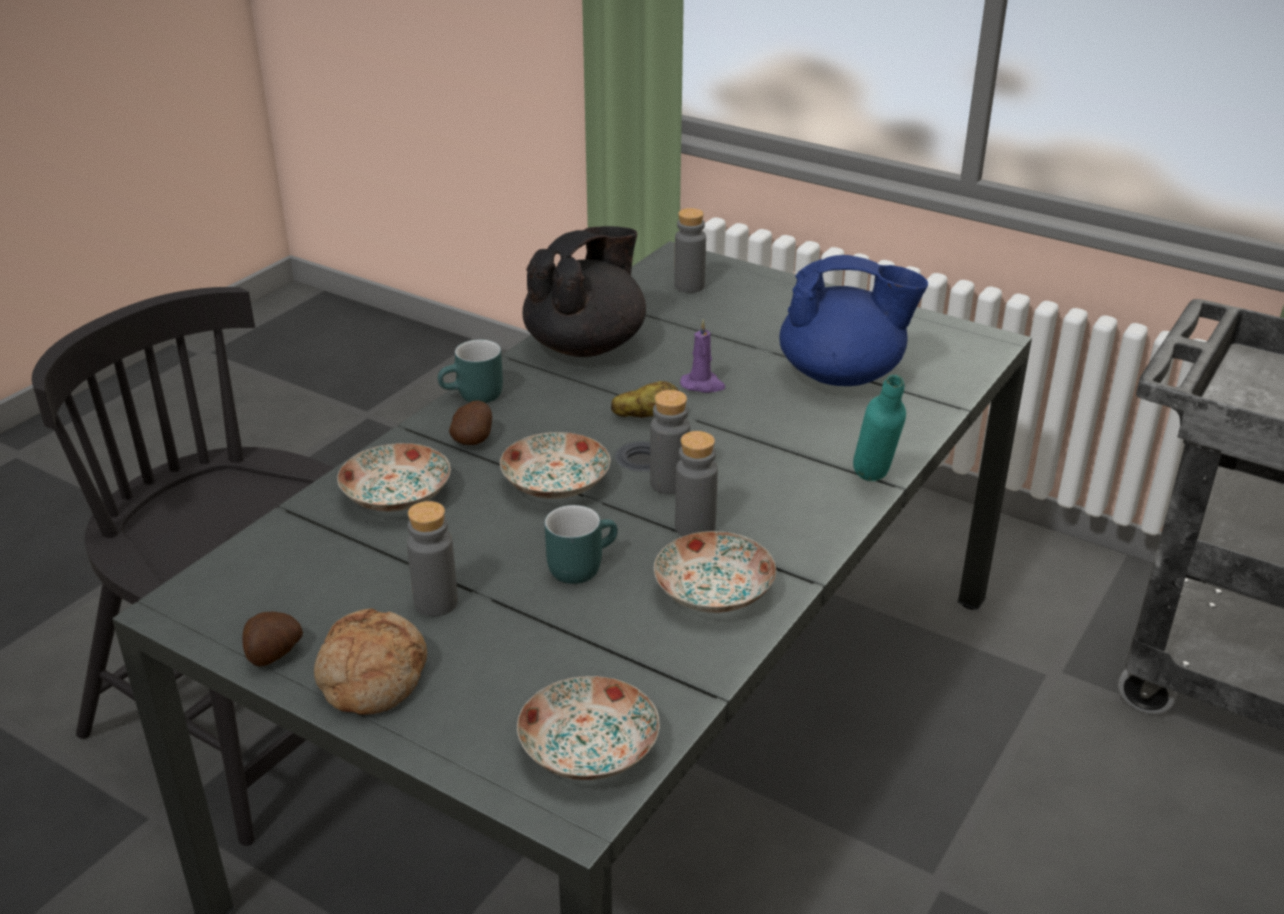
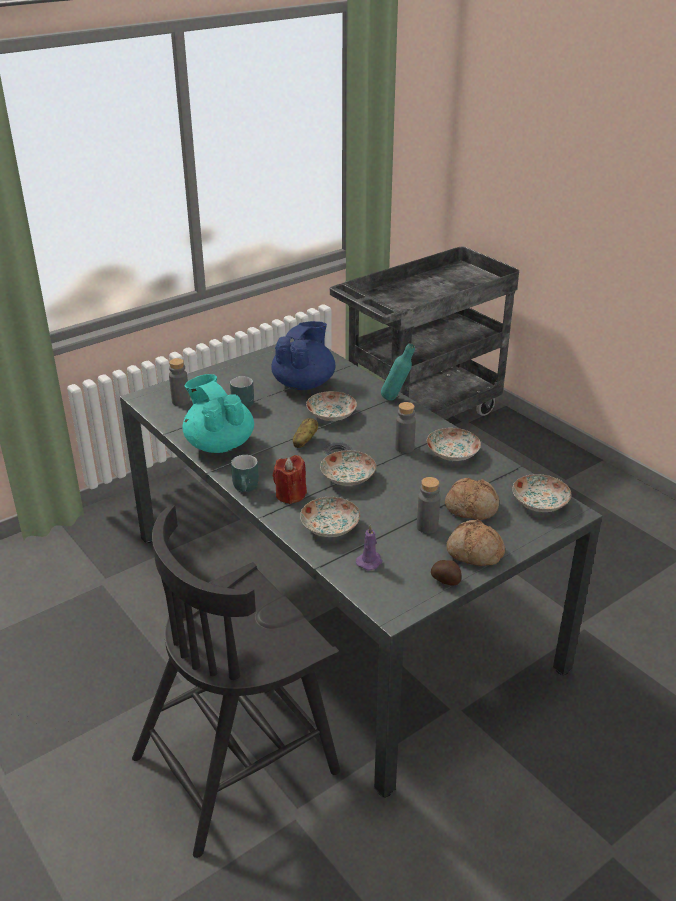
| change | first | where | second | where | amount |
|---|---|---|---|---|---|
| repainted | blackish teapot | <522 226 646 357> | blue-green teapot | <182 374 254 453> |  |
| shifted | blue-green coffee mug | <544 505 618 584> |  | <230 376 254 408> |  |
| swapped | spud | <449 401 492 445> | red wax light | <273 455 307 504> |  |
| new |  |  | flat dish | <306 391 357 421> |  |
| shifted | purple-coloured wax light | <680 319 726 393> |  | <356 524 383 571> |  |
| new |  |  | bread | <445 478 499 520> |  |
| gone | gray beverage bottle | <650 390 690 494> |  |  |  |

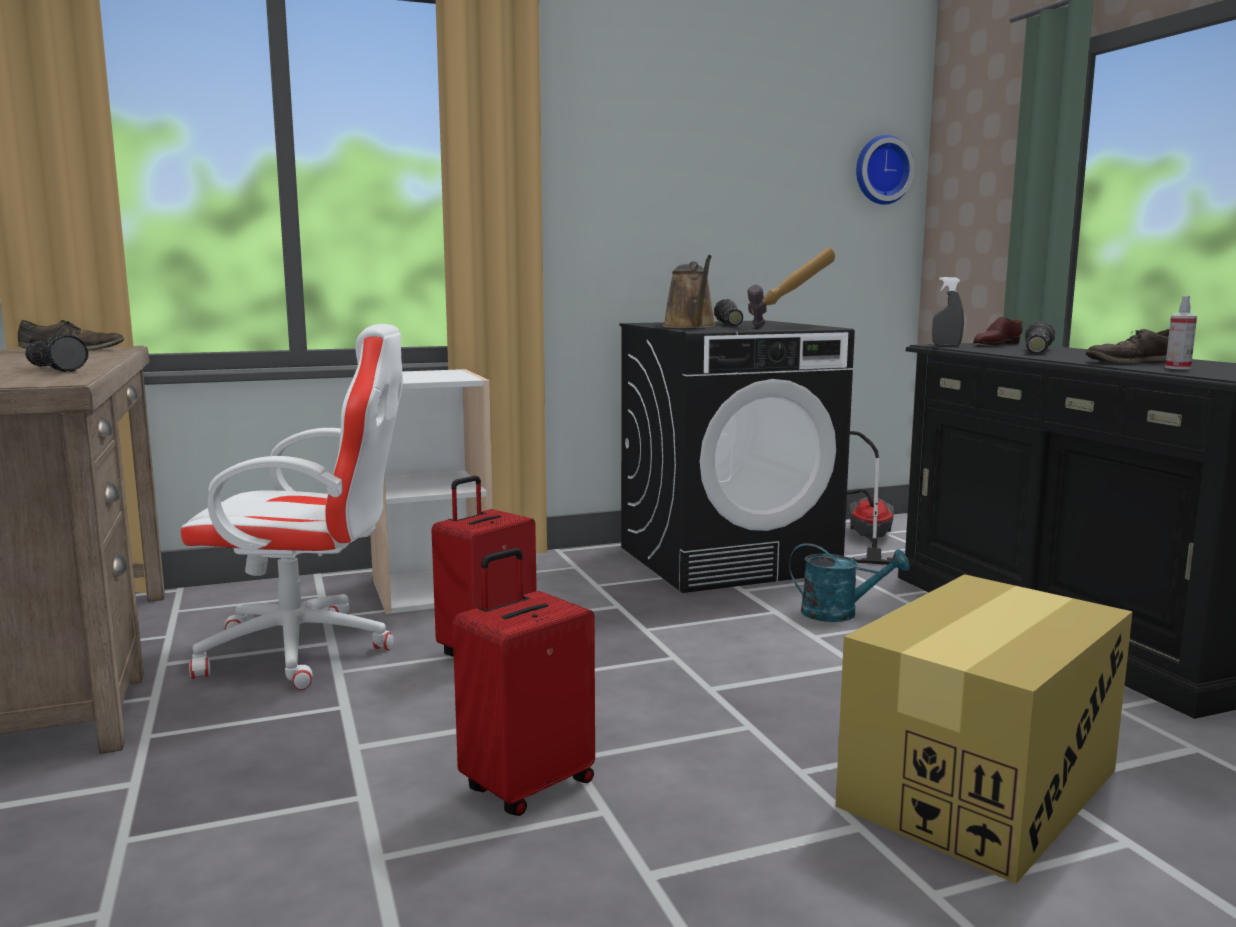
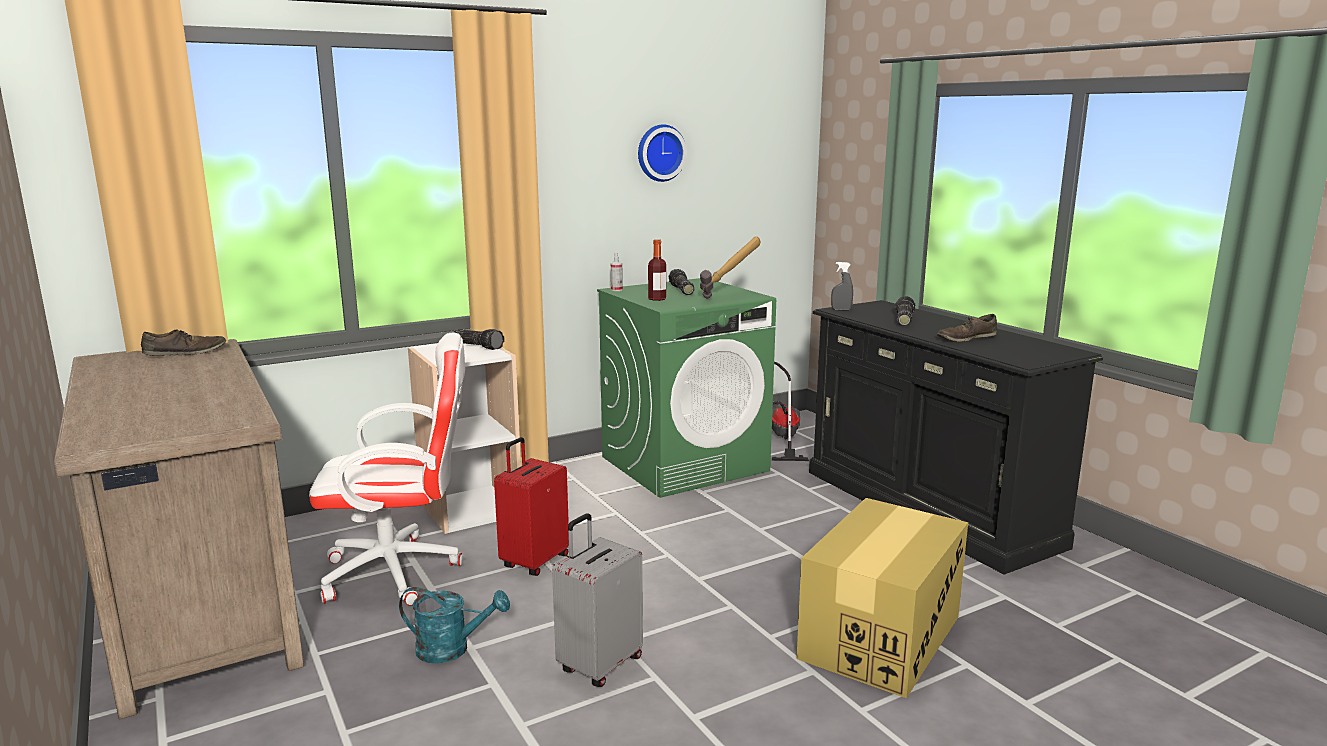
| change | first | where | second | where | amount |
|---|---|---|---|---|---|
| shifted | blue-green watering pot | <789 543 910 622> |  | <399 587 510 663> |  |
| shifted | hand torch | <25 334 89 372> |  | <453 329 505 350> |  |
| repainted | red travel case | <453 548 595 816> | gray travel case | <552 513 643 687> |  |
| repainted | blackish laundry appliance | <620 320 855 593> | greenish laundry appliance | <597 278 776 498> |  |
| shifted | spray bottle | <1165 296 1197 369> |  | <611 252 623 291> |  |
| shifted | wall clock | <856 135 914 205> |  | <638 124 687 182> |  |
| swapped | brown-coloured watering pot | <663 255 716 328> | beverage bottle | <648 239 666 301> |  |
| gone | brown-coloured shoe | <973 316 1023 345> |  |  |  |

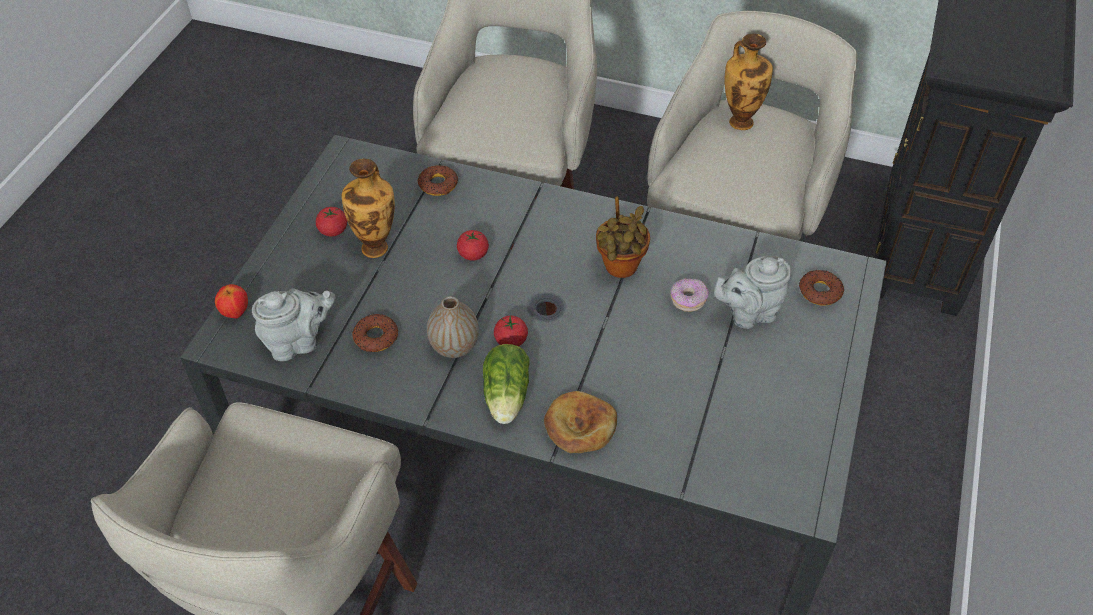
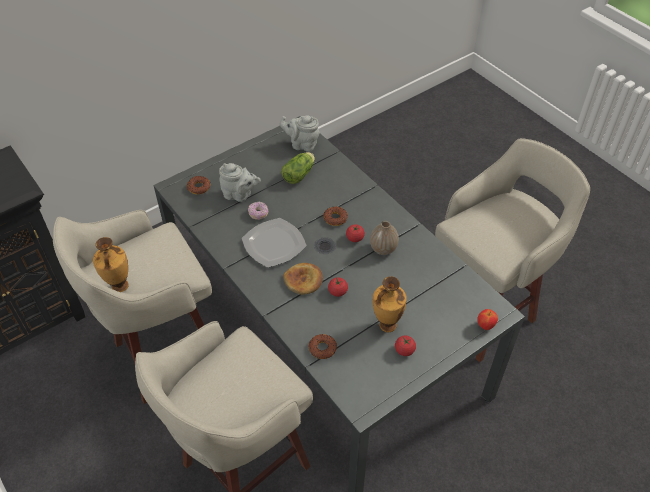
| change | first | where | second | where | amount |
|---|---|---|---|---|---|
| swapped | plant in a pot | <596 197 650 278> | flat dish | <242 218 307 268> |  |
| shifted | gray teapot | <252 288 335 361> |  | <280 115 320 152> |  |
| shifted | lettuce | <483 344 530 424> |  | <281 152 315 184> |  |
| shifted | bread | <544 391 617 453> |  | <283 263 323 295> |  |
| shifted | doughnut | <352 314 398 352> |  | <323 207 348 226> |  |

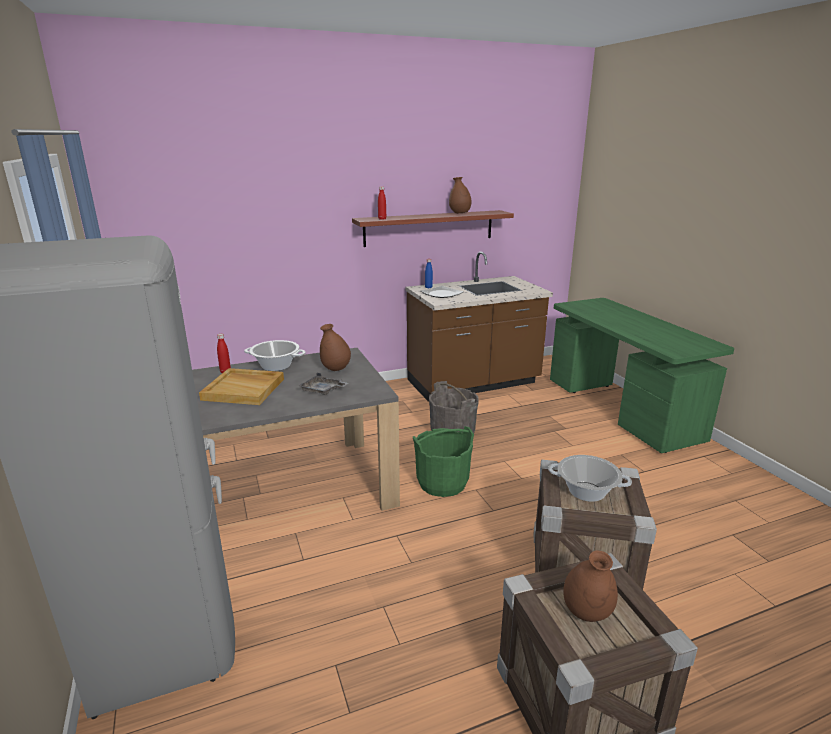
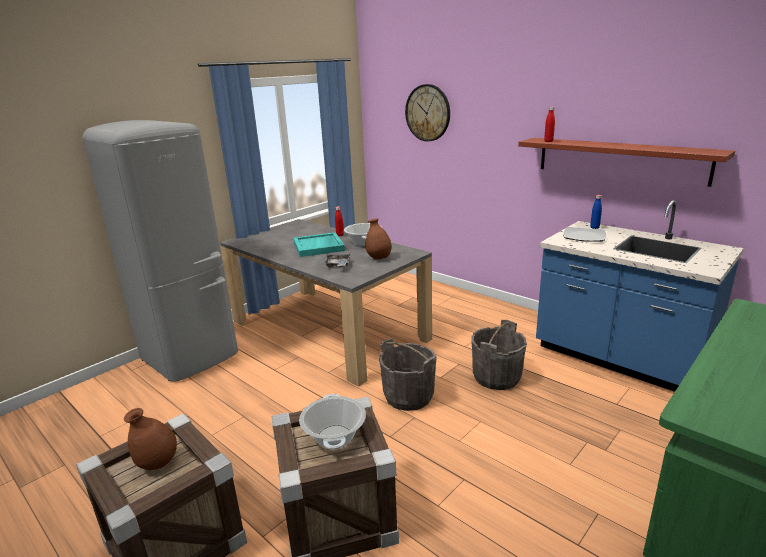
| change | first | where | second | where | amount |
|---|---|---|---|---|---|
| repainted | sand-coloured serving tray | <199 368 284 405> | blue-green serving tray | <293 232 345 257> |  |
| repainted | greenish pail | <413 426 474 497> | gray pail | <379 338 436 411> |  |
| new |  |  | wall clock | <405 84 450 142> |  |
| repainted | brown-coloured kitchen counter | <406 251 553 401> | blue kitchen counter | <536 200 744 392> |  |
| gone | brown-coloured flower vase | <449 177 472 214> |  |  |  |

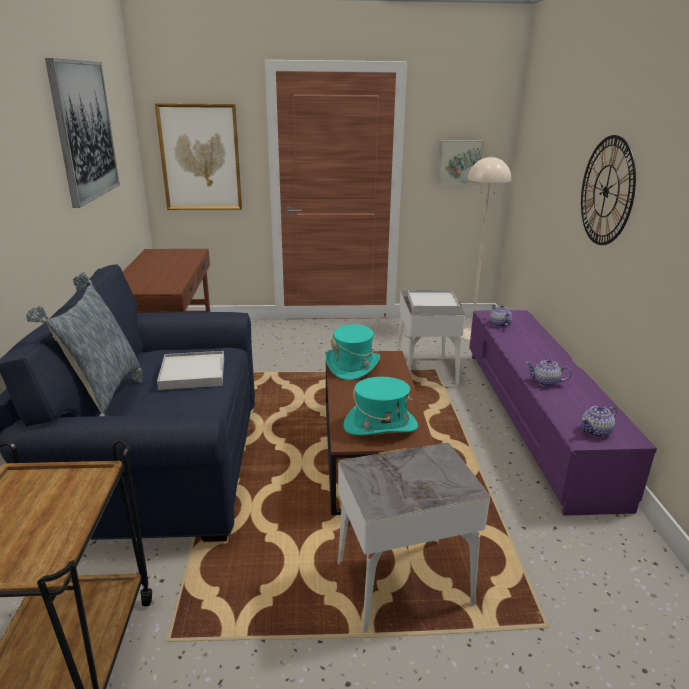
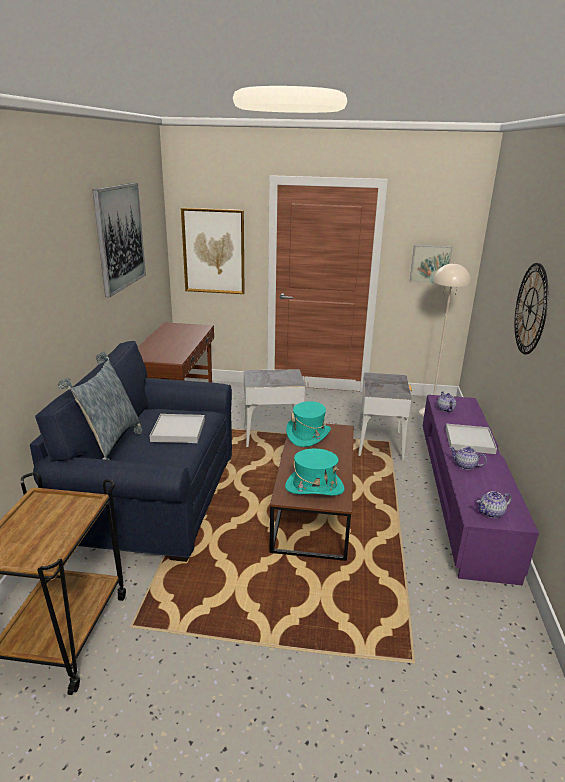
| change | first | where | second | where | amount |
|---|---|---|---|---|---|
| shifted | end table | <338 443 490 633> |  | <244 369 305 447> |  |
| shifted | whitish serving tray | <408 290 461 313> |  | <446 424 497 454> |  |

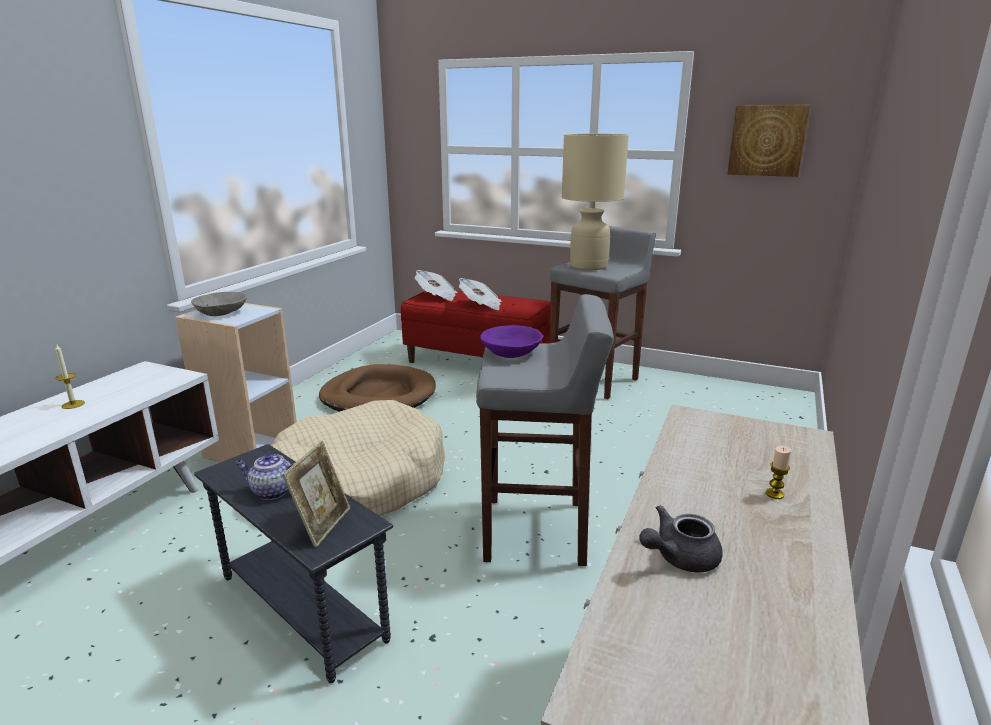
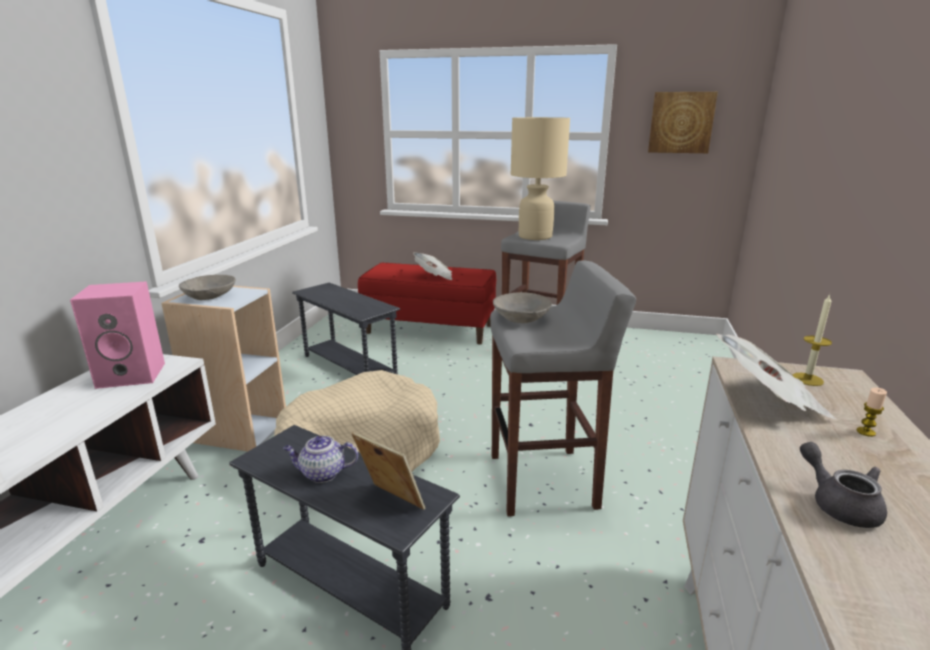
| change | first | where | second | where | amount |
|---|---|---|---|---|---|
| new |  |  | pink loudspeaker | <70 281 165 389> |  |
| swapped | brown-coloured pet bed | <319 364 436 412> | gray end table | <292 283 400 375> |  |
| rotated | standing frame | <282 441 350 548> |  | <351 432 425 510> | 60 degrees counterclockwise |
| repainted | purple-coloured bowl | <480 325 543 358> | gray bowl | <493 292 552 323> |  |
| shifted | daily paper | <415 270 457 301> |  | <716 334 836 419> |  |
| shifted | wax light | <55 345 85 409> |  | <793 294 832 386> |  |
| rotated | gray teapot | <639 505 723 573> |  | <800 442 887 528> | 105 degrees clockwise |

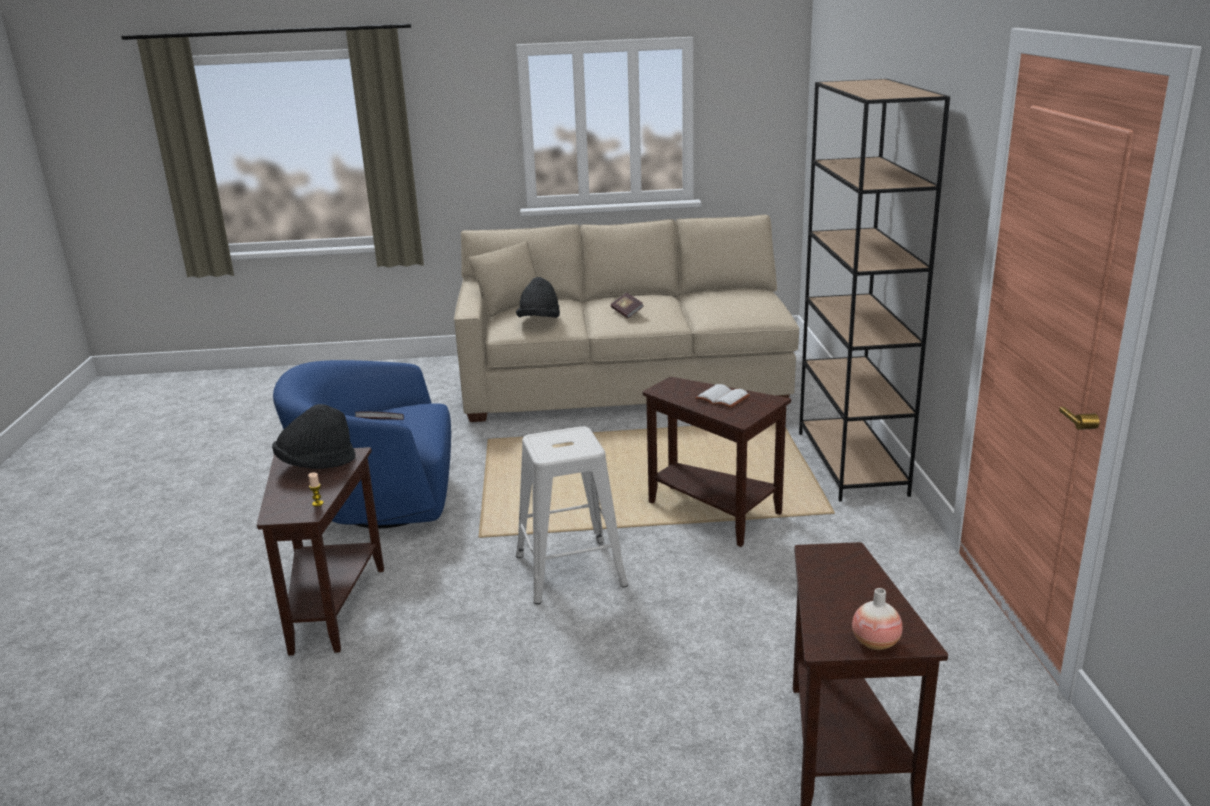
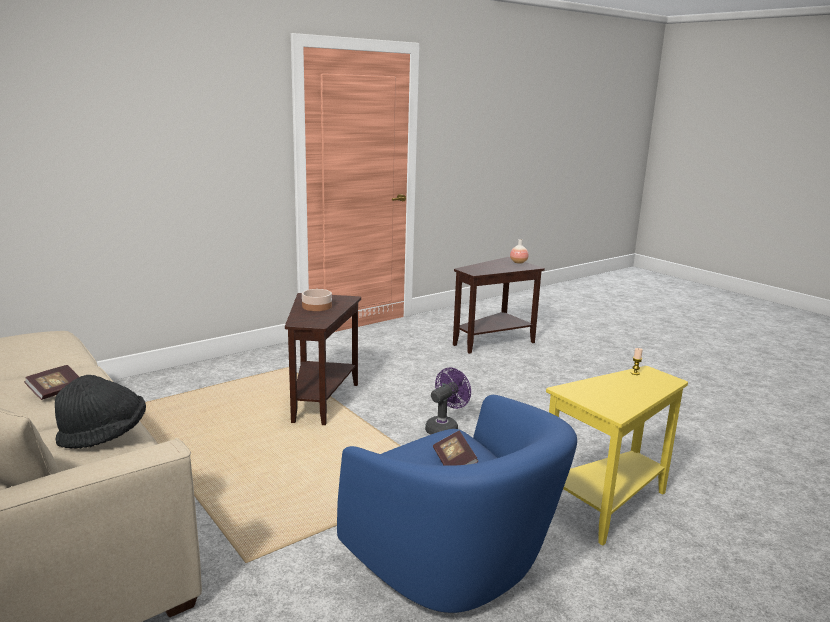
| change | first | where | second | where | amount |
|---|---|---|---|---|---|
| swapped | whitish volume | <695 384 750 408> | bowl | <302 289 332 311> |  |
| swapped | whitish stool seat | <516 426 628 604> | purple-coloured fan | <425 368 471 435> |  |
| repainted | brown-coloured end table | <257 447 384 656> | yellowish end table | <546 366 688 546> |  |
| gone | blackish hat | <272 404 356 469> |  |  |  |
| gone | sand-coloured bookshelf | <799 79 950 502> |  |  |  |

